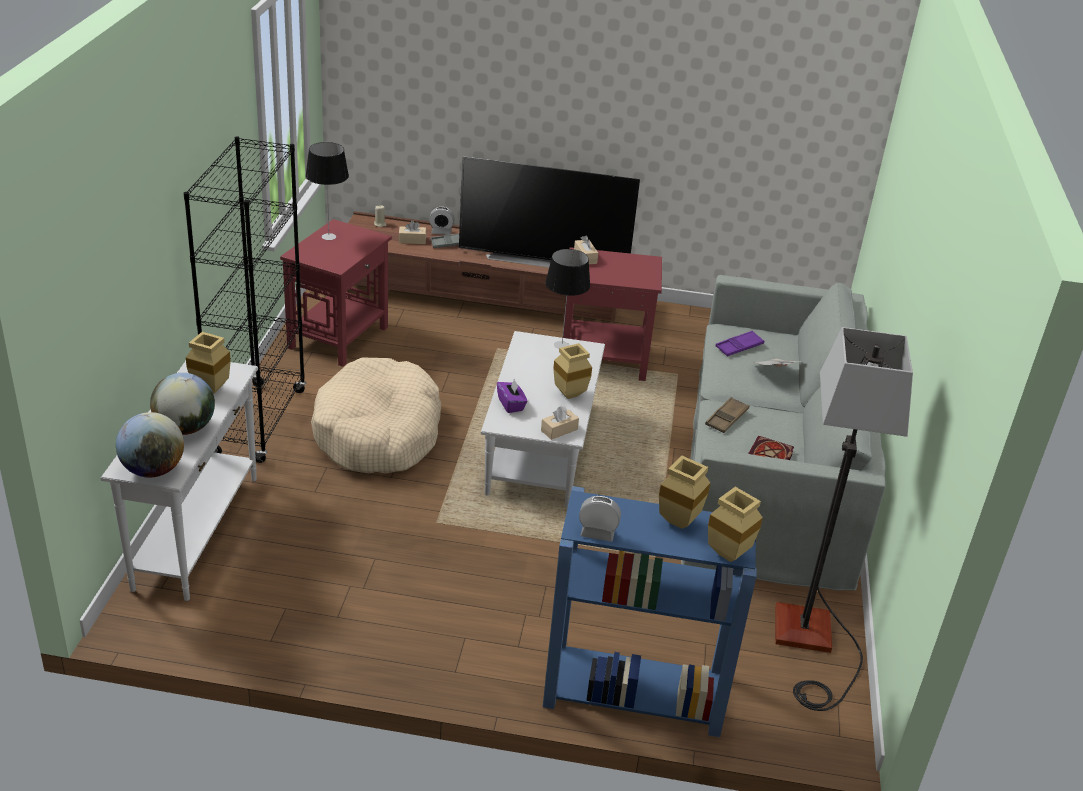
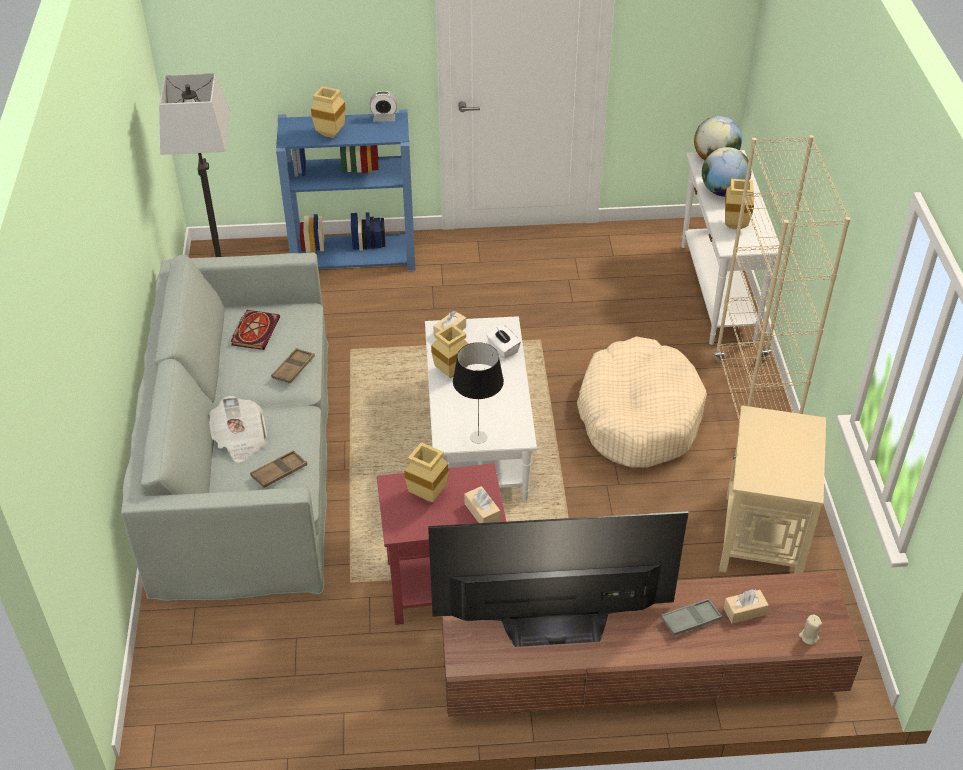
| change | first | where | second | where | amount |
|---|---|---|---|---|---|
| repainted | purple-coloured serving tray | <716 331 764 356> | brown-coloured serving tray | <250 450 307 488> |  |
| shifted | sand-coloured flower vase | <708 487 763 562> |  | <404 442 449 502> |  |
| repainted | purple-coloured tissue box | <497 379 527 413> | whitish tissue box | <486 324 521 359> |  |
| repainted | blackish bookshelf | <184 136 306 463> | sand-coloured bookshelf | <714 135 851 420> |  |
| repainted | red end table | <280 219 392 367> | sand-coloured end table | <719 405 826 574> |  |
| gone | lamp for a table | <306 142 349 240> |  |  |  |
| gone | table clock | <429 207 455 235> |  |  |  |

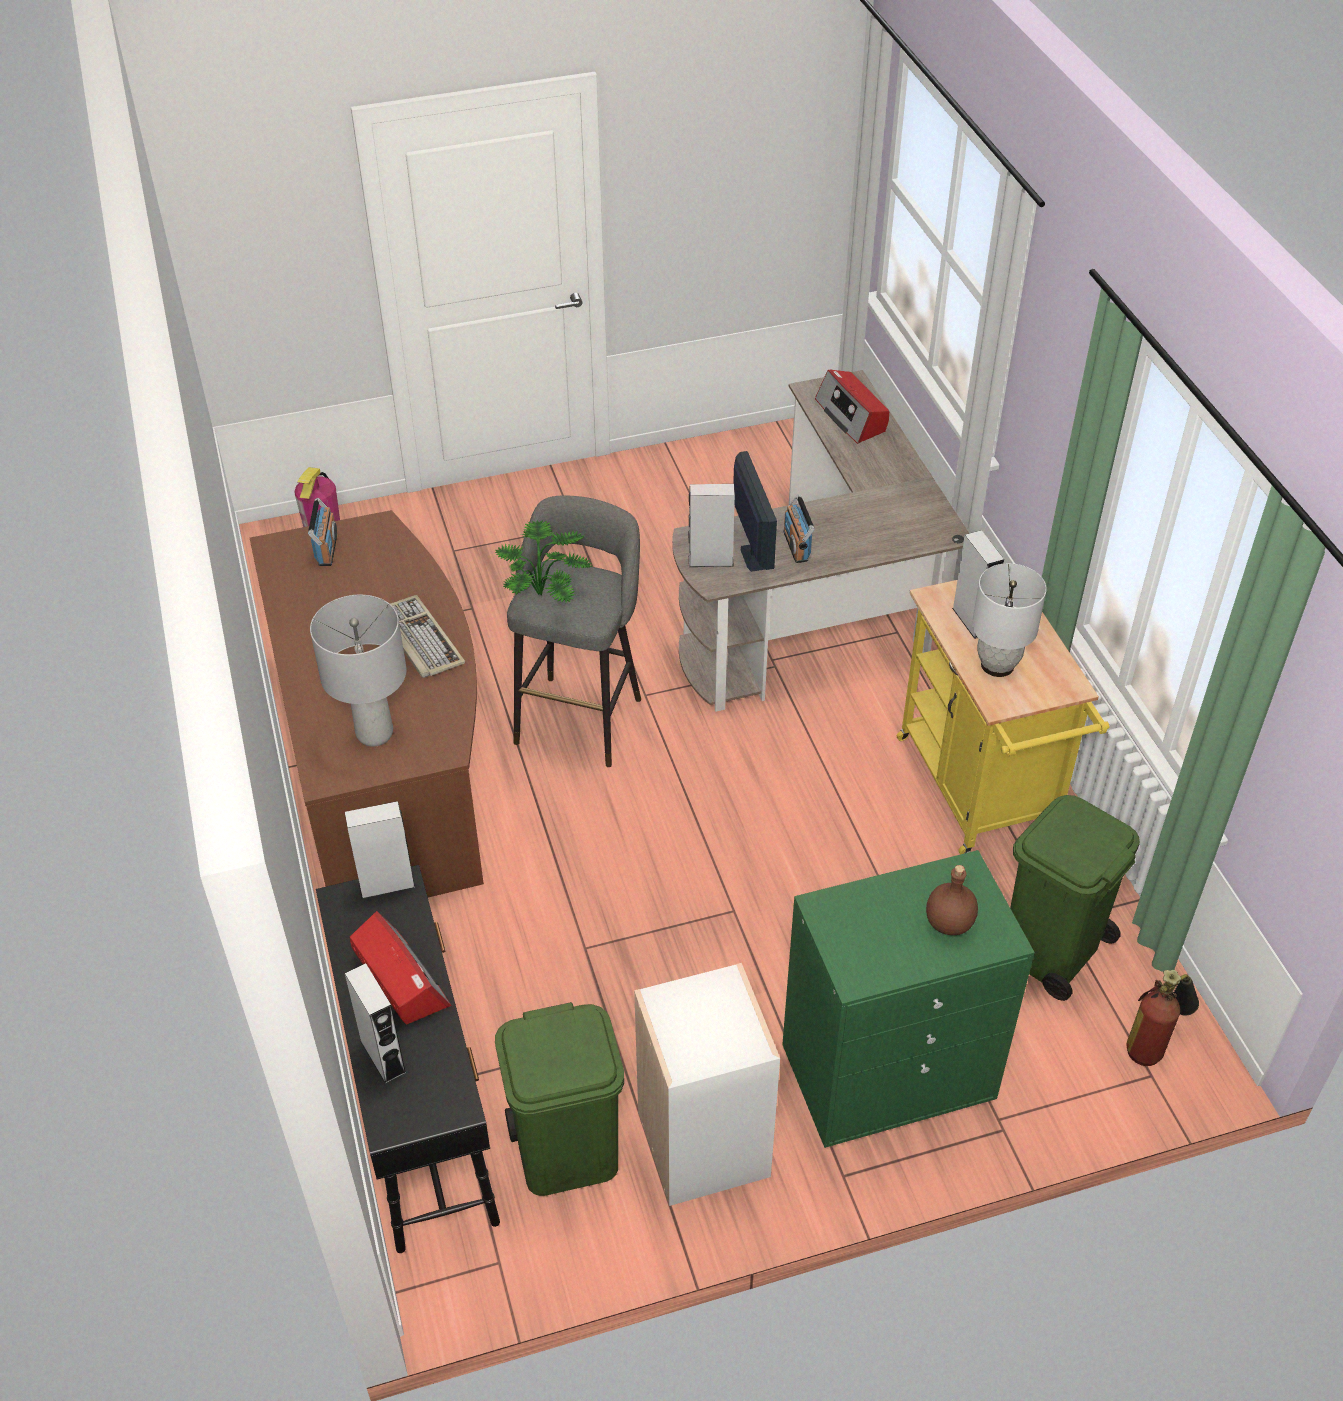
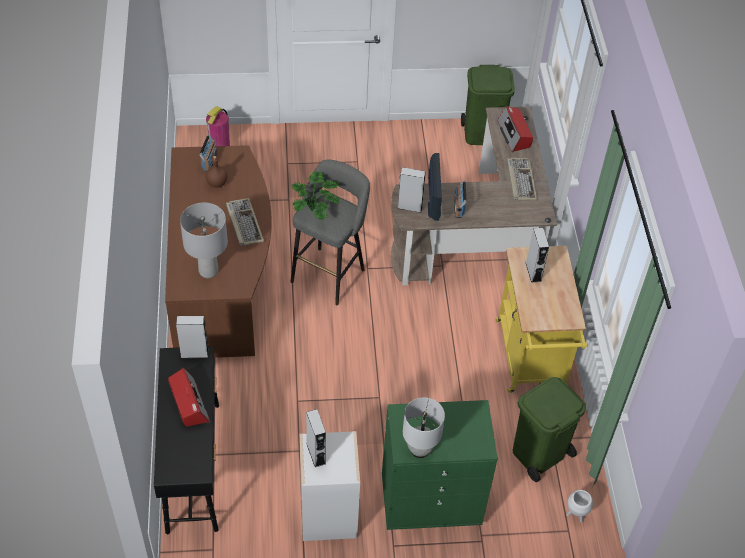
| change | first | where | second | where | amount |
|---|---|---|---|---|---|
| shifted | brown-coloured beverage bottle | <926 865 978 935> |  | <206 156 228 188> |  |
| shifted | gray loudspeaker | <345 963 406 1084> |  | <306 409 326 467> |  |
| shifted | whitish lamp for a table | <972 563 1047 677> |  | <403 397 445 458> |  |
| shifted | greenish trash can | <495 1002 624 1196> |  | <461 65 515 145> |  |
| new |  |  | PC keyboard | <507 158 537 200> |  |
| swapped | extinguisher | <1127 970 1199 1066> | whitish flower pot | <566 490 593 522> |  |

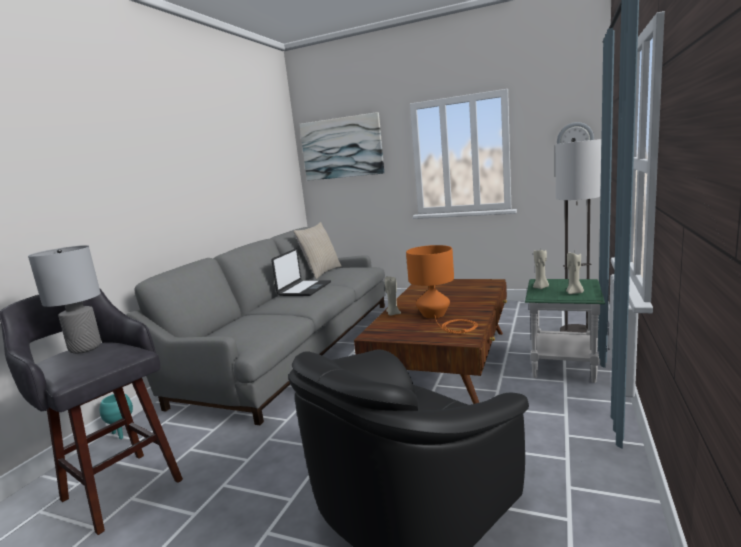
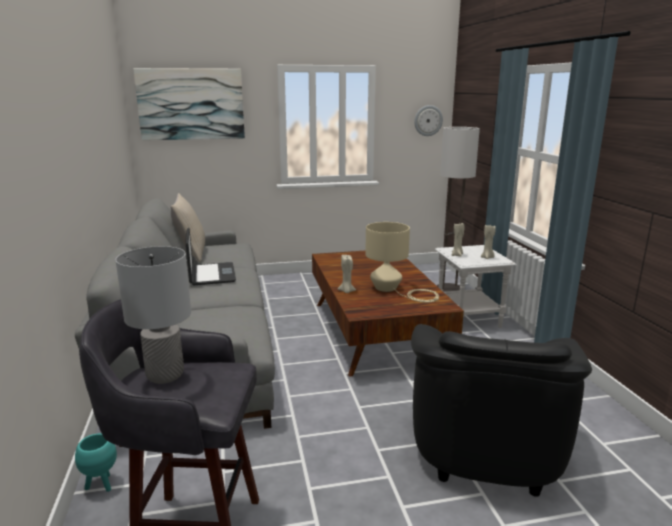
| change | first | where | second | where | amount |
|---|---|---|---|---|---|
| repainted | orangey lamp for a table | <406 245 478 334> | sand-coloured lamp for a table | <365 222 439 302> |  |
| repainted | greenish end table | <525 279 605 383> | whitish end table | <435 245 517 328> |  |

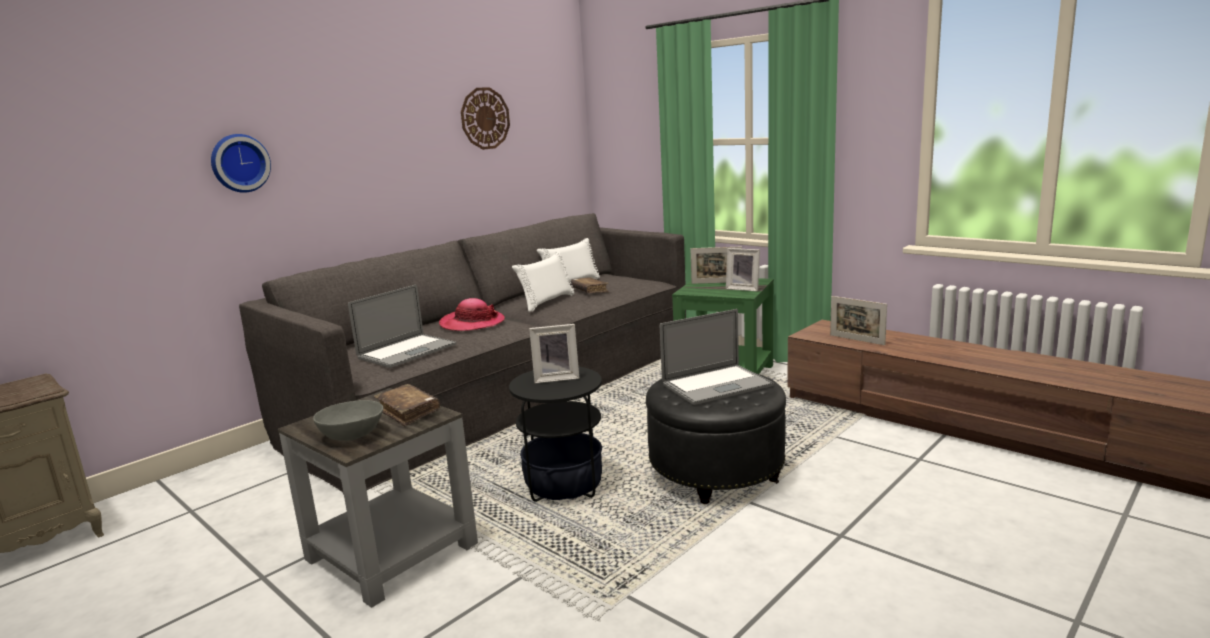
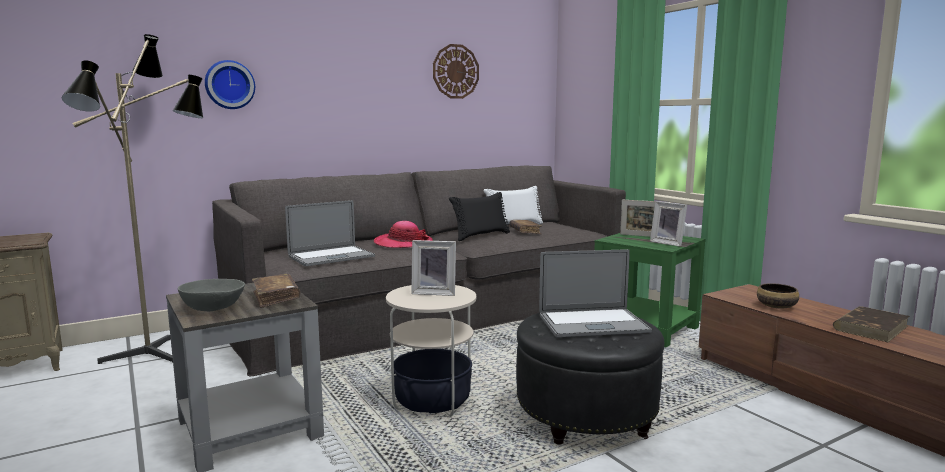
| change | first | where | second | where | amount |
|---|---|---|---|---|---|
| new |  |  | standard lamp | <62 34 203 364> |  |
| repainted | blackish end table | <509 367 602 502> | sand-coloured end table | <386 285 476 416> |  |
| repainted | whitish throw pillow | <512 251 575 312> | blackish throw pillow | <449 192 510 241> |  |
| swapped | standing frame | <830 296 887 345> | bowl | <757 283 799 308> |  |
| new |  |  | brown-coloured volume | <833 306 909 342> |  |

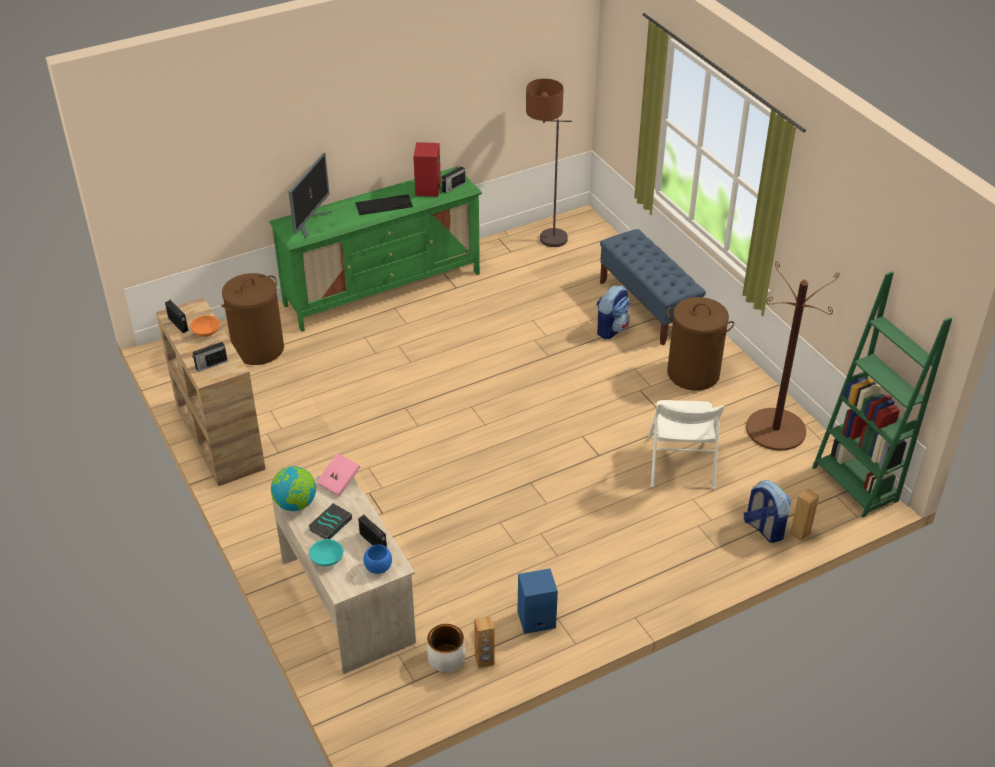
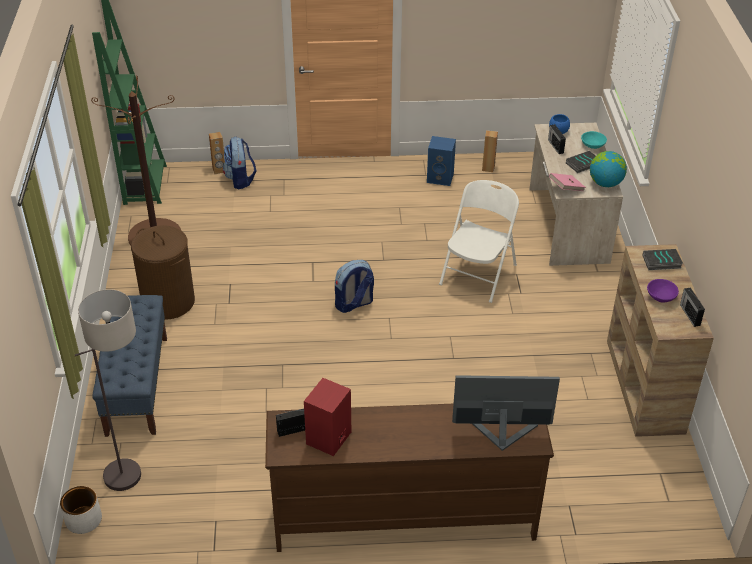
| change | first | where | second | where | amount |
|---|---|---|---|---|---|
| shifted | whitish flower pot | <427 624 465 673> |  | <60 486 102 534> |  |
| new |  |  | gray standard lamp | <74 289 141 491> |  |
| repainted | greenish drawer chest | <269 167 482 332> | brown-coloured drawer chest | <265 404 554 552> |  |
| shifted | knapsack | <596 286 631 339> |  | <335 260 374 313> |  |
| shifted | whitish upright chair | <648 400 724 489> |  | <439 180 519 303> |  |
| rotated | computer display | <289 153 332 239> |  | <452 375 560 451> | 45 degrees clockwise |
| swapped | radio receiver | <192 340 228 372> | volume | <642 249 683 270> |  |
| repainted | orangey bowl | <190 315 220 337> | purple-coloured bowl | <647 279 679 303> |  |
| gone | brown-coloured washing basket | <221 273 284 365> |  |  |  |
| gone | PC keyboard | <355 194 413 215> |  |  |  |
| gone | brown-coloured standard lamp | <526 79 572 247> |  |  |  |

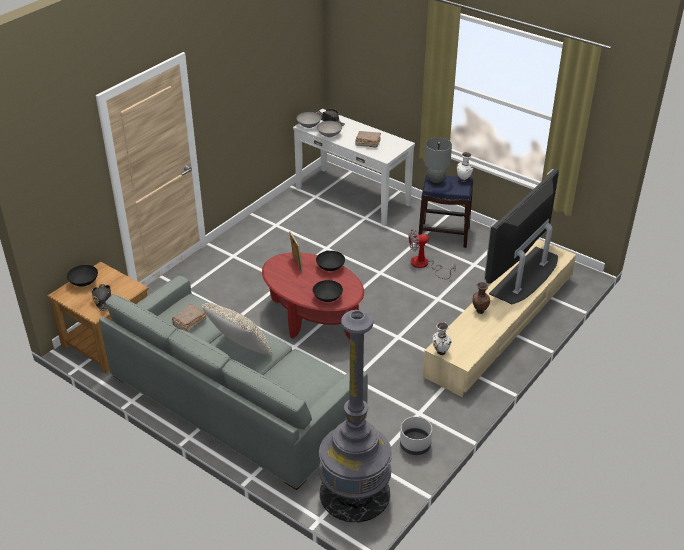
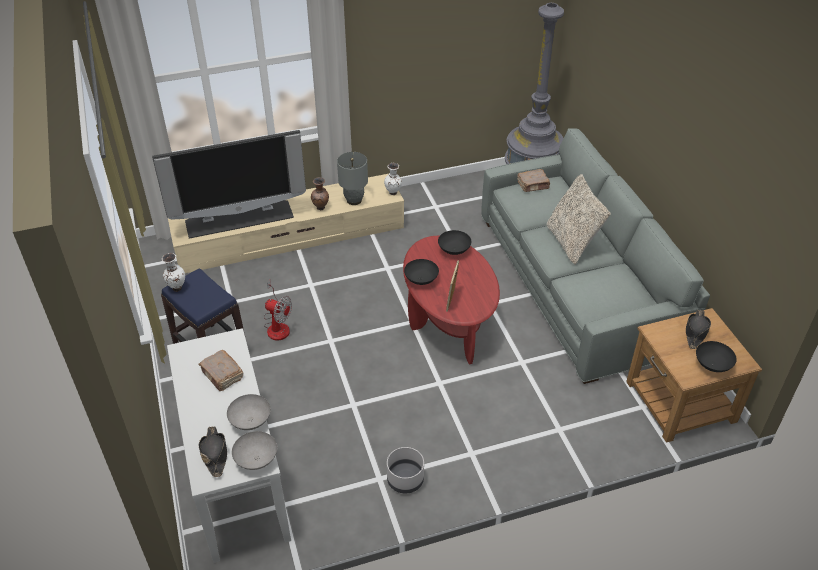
| change | first | where | second | where | amount |
|---|---|---|---|---|---|
| shifted | gray lamp for a table | <425 137 452 185> |  | <337 152 368 205> |  |
| shifted | gray flower pot | <400 416 432 455> |  | <387 447 424 494> |  |
| shifted | brown-coloured volume | <172 304 206 332> |  | <517 169 550 192> |  |

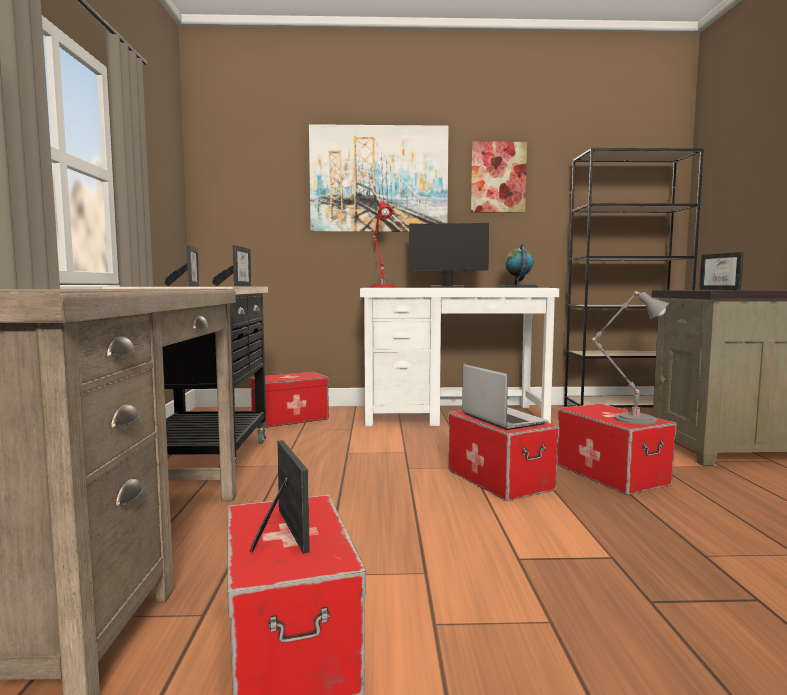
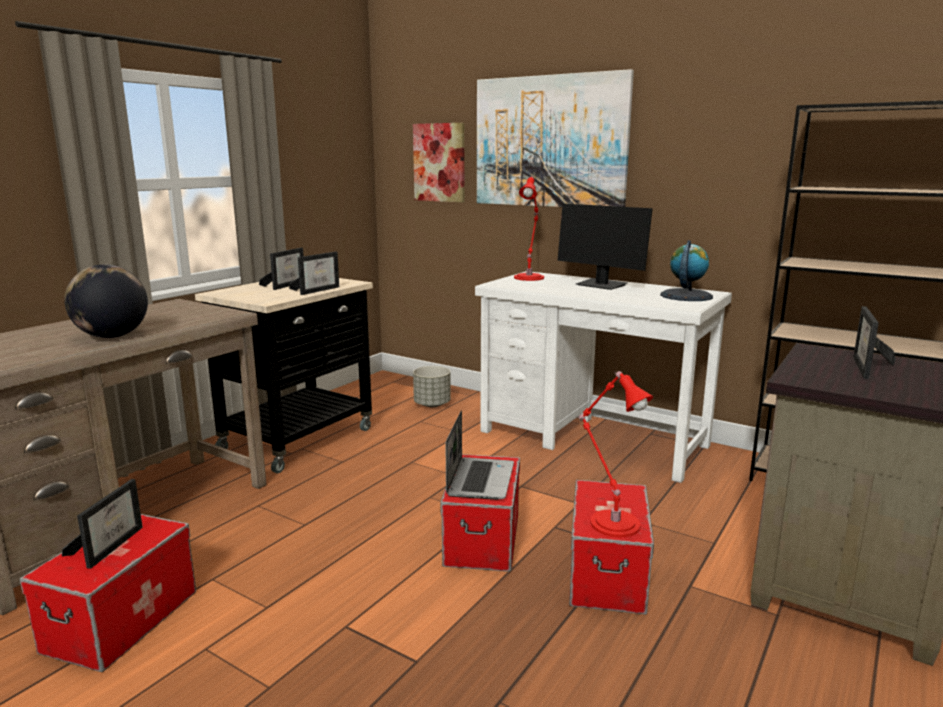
| change | first | where | second | where | amount |
|---|---|---|---|---|---|
| new |  |  | globe | <64 264 148 338> |  |
| shifted | picture | <470 141 527 213> |  | <413 123 465 202> |  |
| swapped | storage container | <250 371 329 428> | gray flower pot | <413 366 451 407> |  |
| repainted | gray lamp for a table | <591 291 669 425> | red lamp for a table | <578 371 653 537> |  |

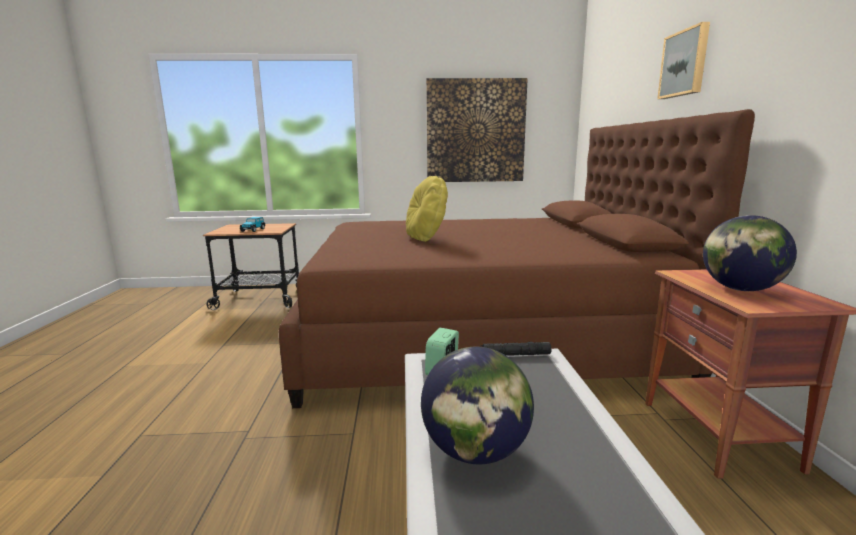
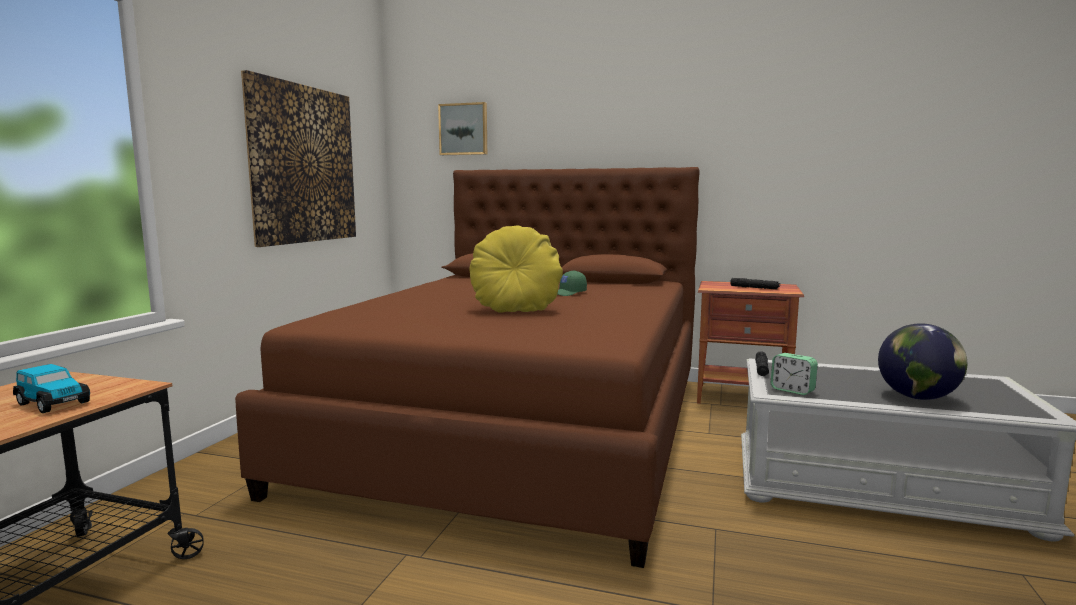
| change | first | where | second | where | amount |
|---|---|---|---|---|---|
| shifted | picture | <657 22 710 99> |  | <438 102 487 155> |  |
| new |  |  | greenish baseball cap | <557 270 587 296> |  |
| swapped | globe | <703 215 797 291> | blackish hand torch | <730 278 780 290> |  |

